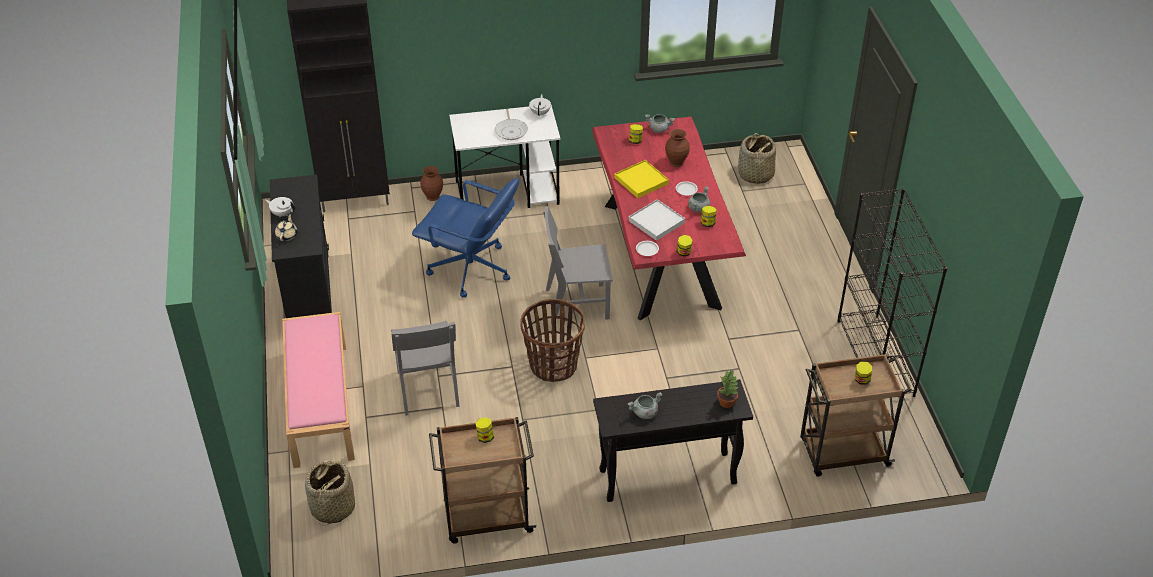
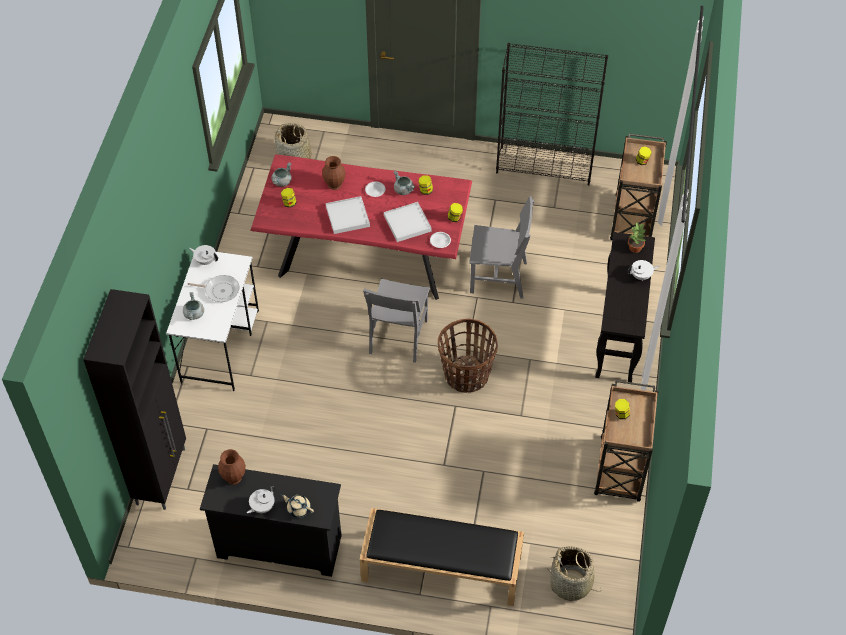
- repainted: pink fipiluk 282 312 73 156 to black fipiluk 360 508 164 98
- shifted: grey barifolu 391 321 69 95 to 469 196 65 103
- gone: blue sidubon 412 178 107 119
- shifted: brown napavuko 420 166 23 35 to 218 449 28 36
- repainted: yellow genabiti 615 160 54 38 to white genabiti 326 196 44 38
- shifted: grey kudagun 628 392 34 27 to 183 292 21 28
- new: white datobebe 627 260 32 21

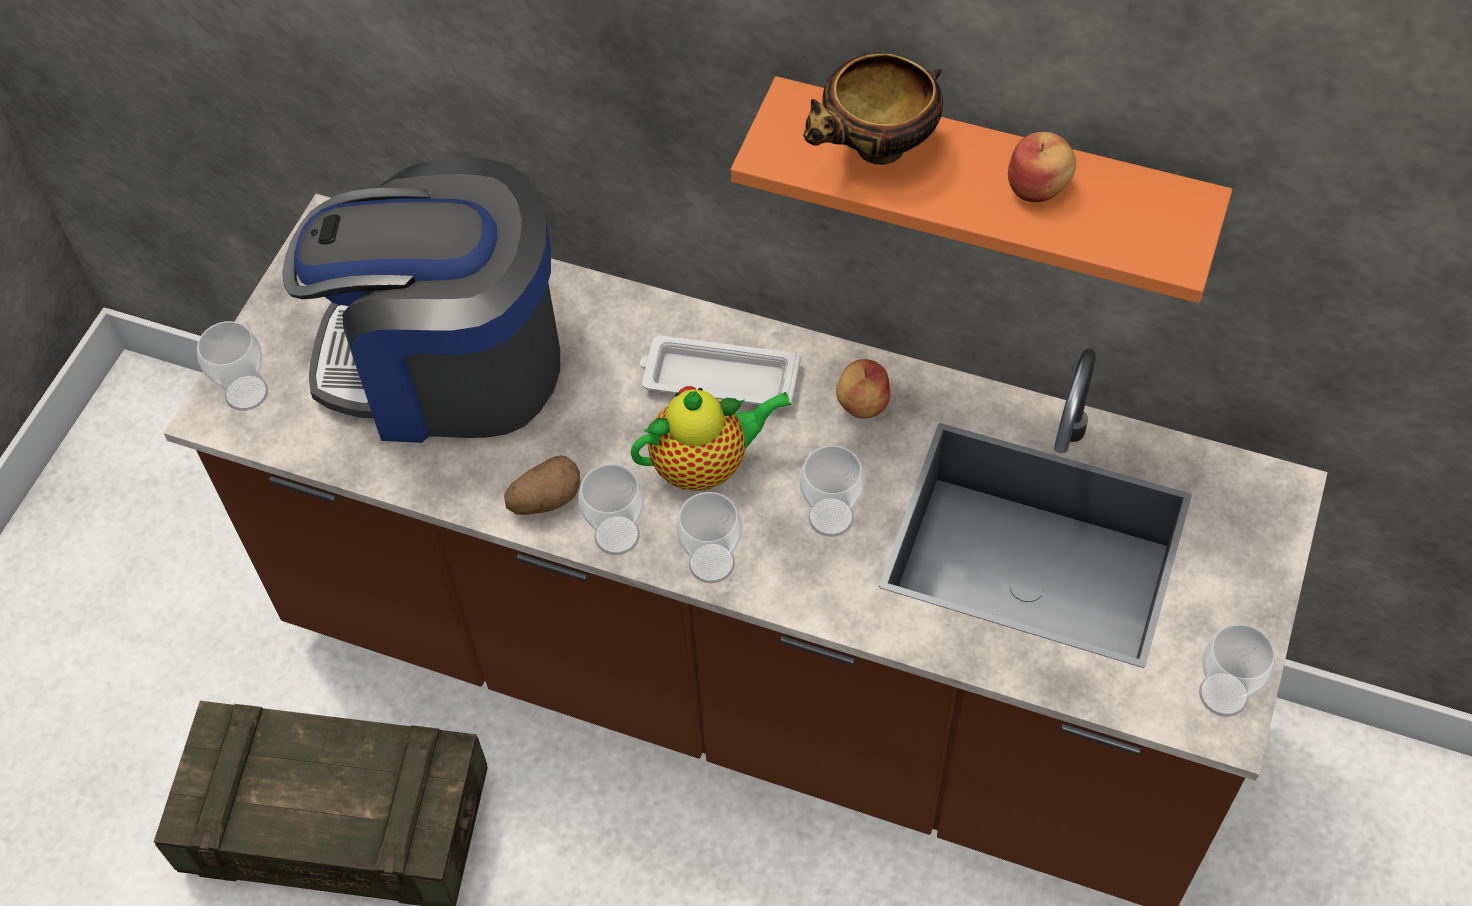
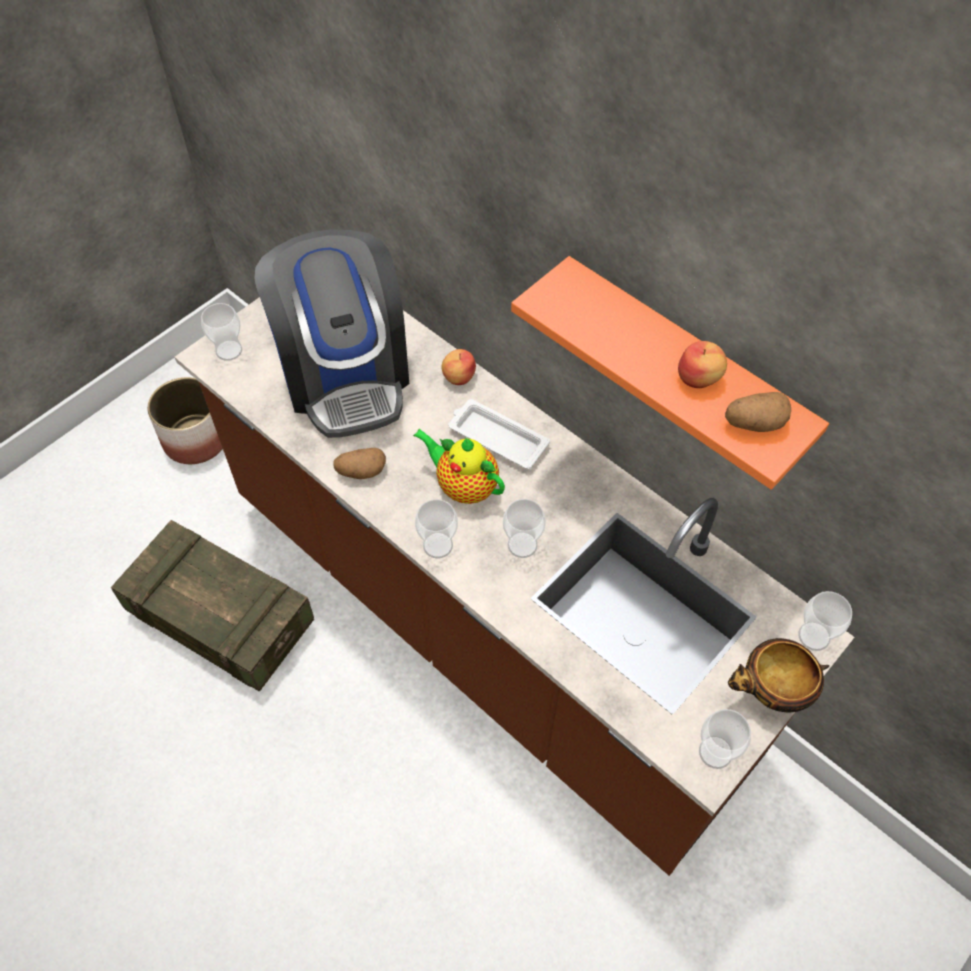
- rotated: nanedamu 282 157 278 286 = 254 229 155 209 135 degrees counterclockwise
- shifted: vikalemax 578 464 66 91 to 798 591 54 60
- rotated: datobebe 631 386 161 105 = 413 429 92 75 150 degrees counterclockwise
- shifted: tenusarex 803 53 140 112 to 728 638 101 74
- shifted: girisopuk 836 359 54 59 to 442 349 34 36
- new: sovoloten 147 377 76 87
- new: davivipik 725 392 66 40

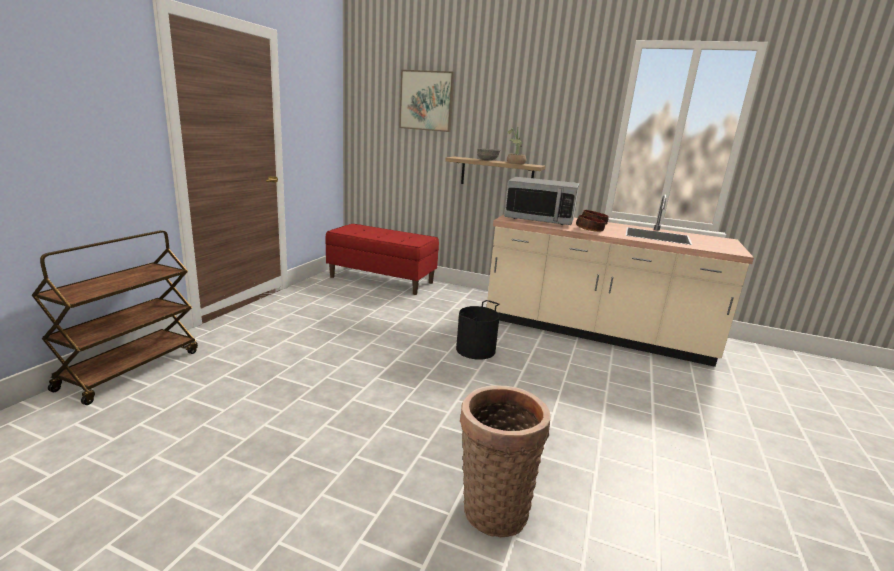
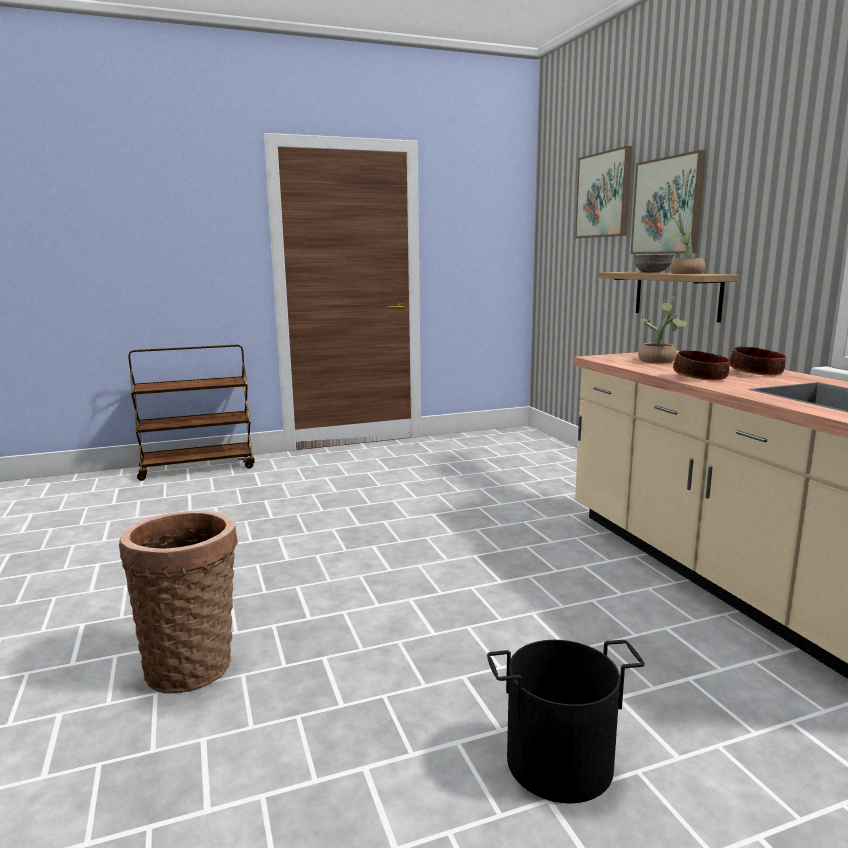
- gone: red fipiluk 325 224 114 71
- shifted: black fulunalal 456 300 44 60 to 487 640 158 163
- swapped: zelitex 504 177 75 48 to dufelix 638 296 50 67
- new: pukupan 631 150 75 104

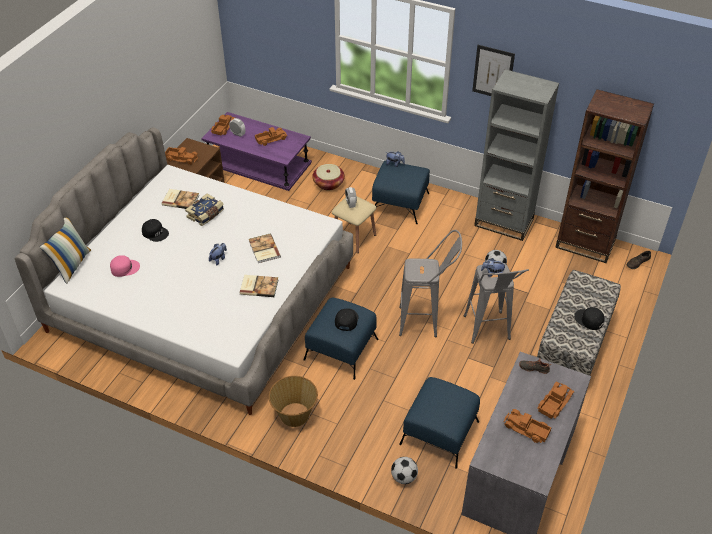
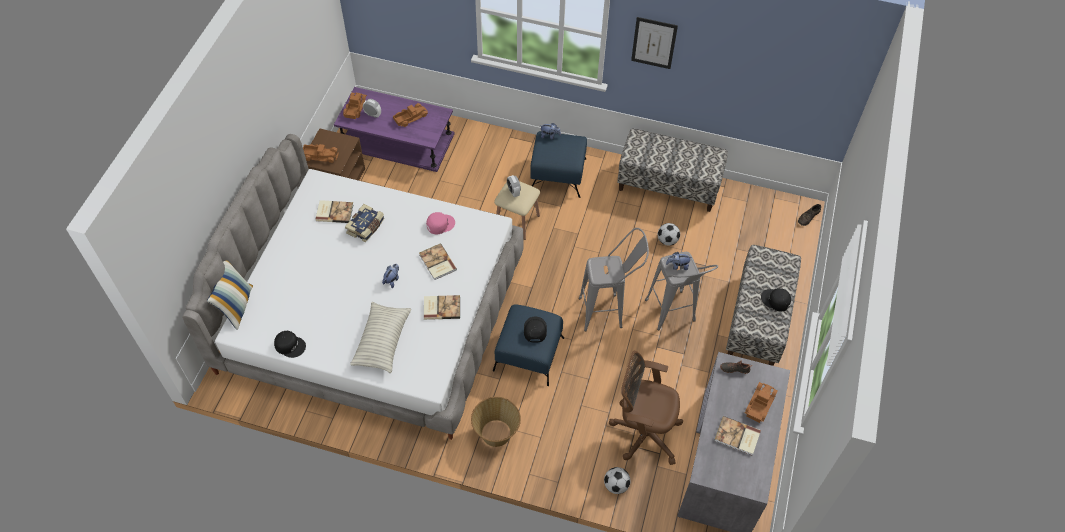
- shifted: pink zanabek 110 255 30 22 to 426 212 29 22
- shifted: black zanabek 142 219 27 23 to 274 331 32 27
- gone: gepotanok 312 164 33 26
- swapped: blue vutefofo 399 377 81 92 to brown sidubon 609 351 74 114
- swapped: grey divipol 474 69 85 172 to fipiluk 617 128 111 84
- swapped: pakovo 504 409 47 34 to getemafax 714 416 47 39
- gone: brown divipol 555 89 99 174
- new: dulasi 350 302 61 71

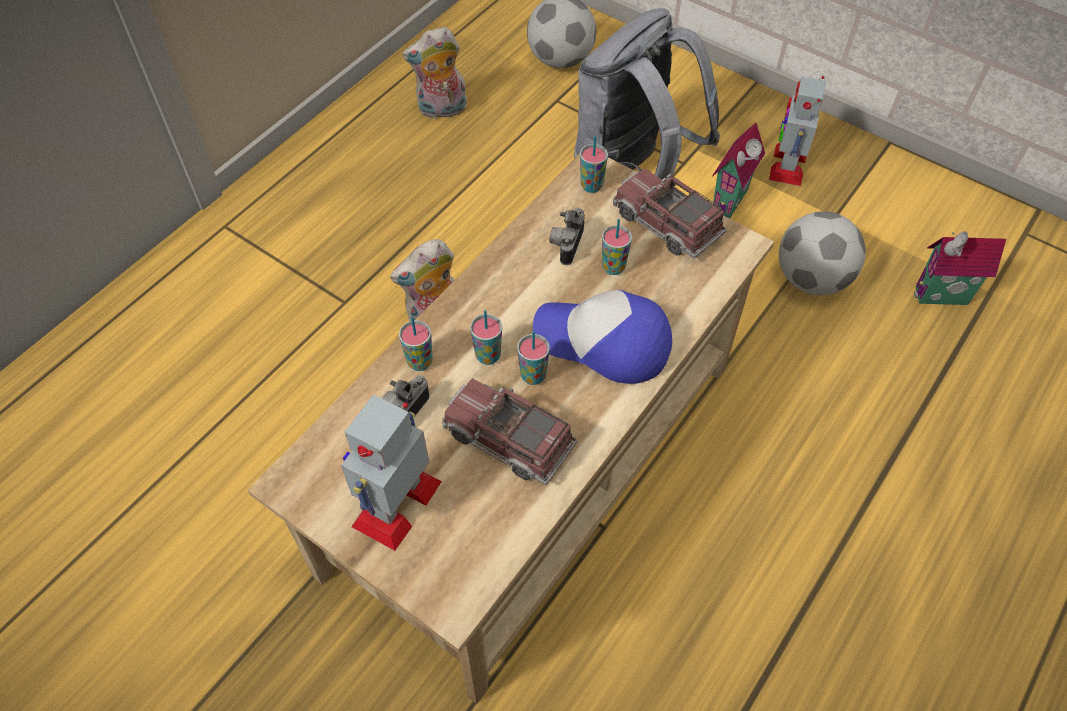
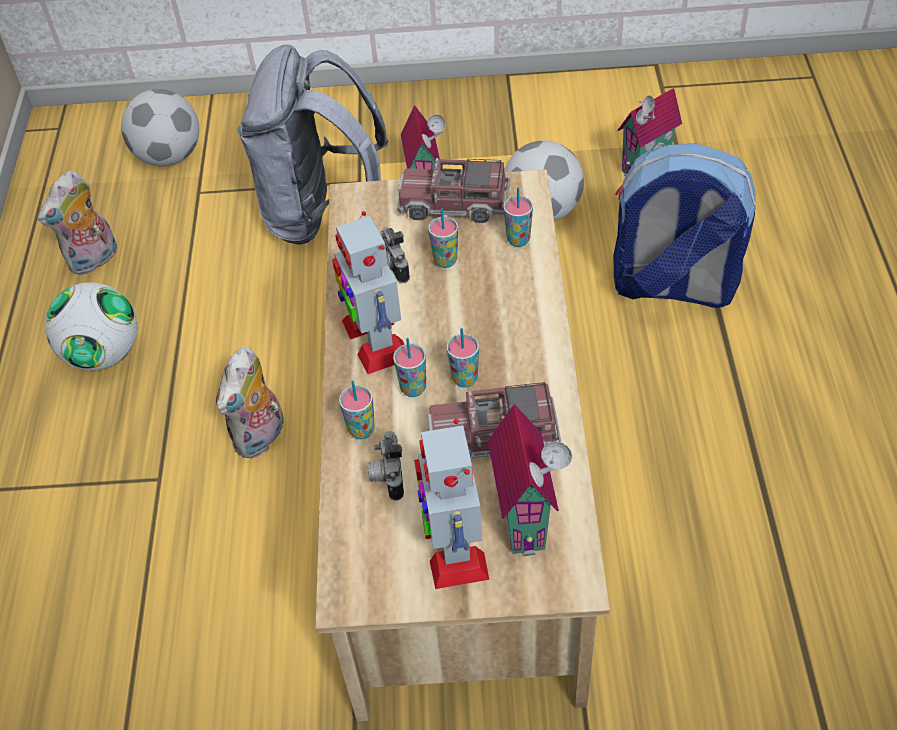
- gone: zanabek 533 290 139 94
- shifted: vikalemax 580 136 28 57 to 503 187 30 60
- shifted: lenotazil 769 76 57 110 to 332 211 72 163
- new: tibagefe 45 282 92 89
- new: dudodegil 488 404 84 152
- new: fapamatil 613 143 143 165

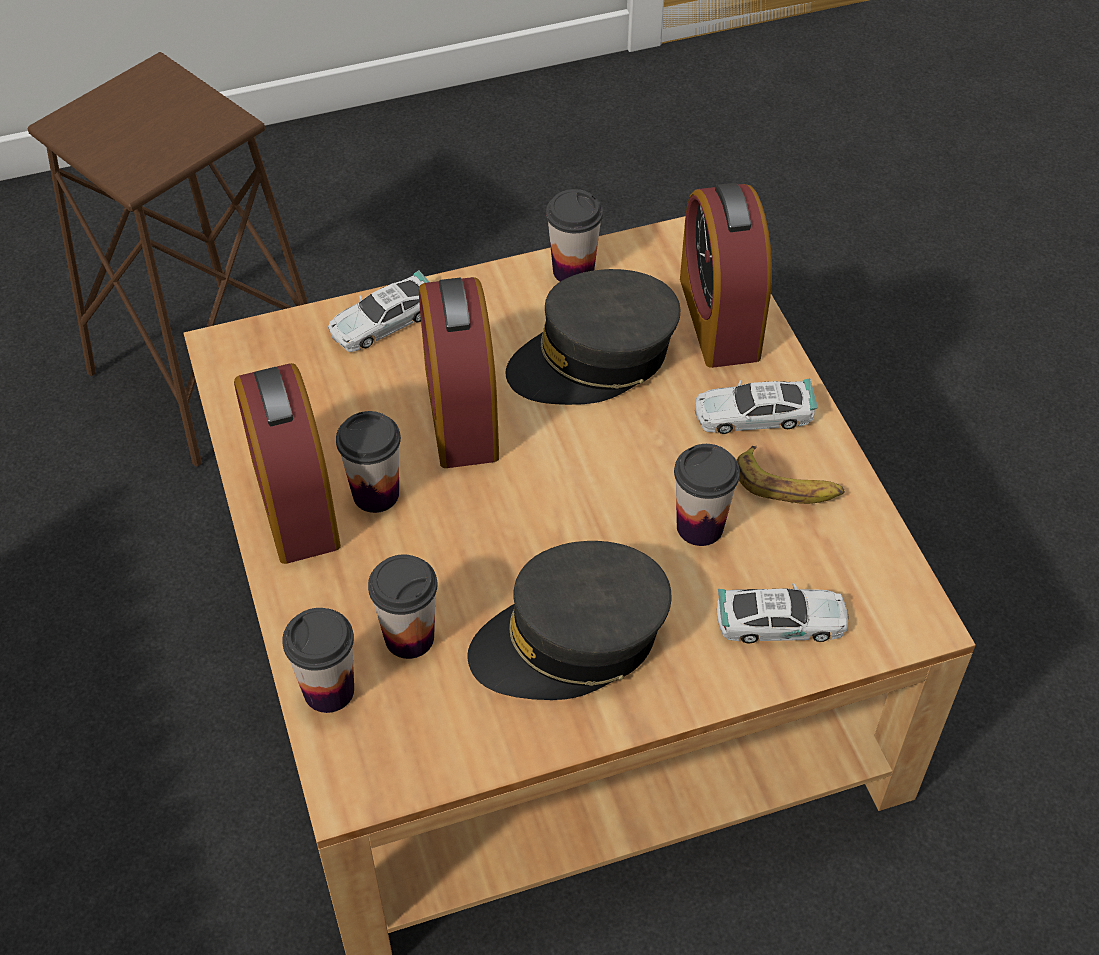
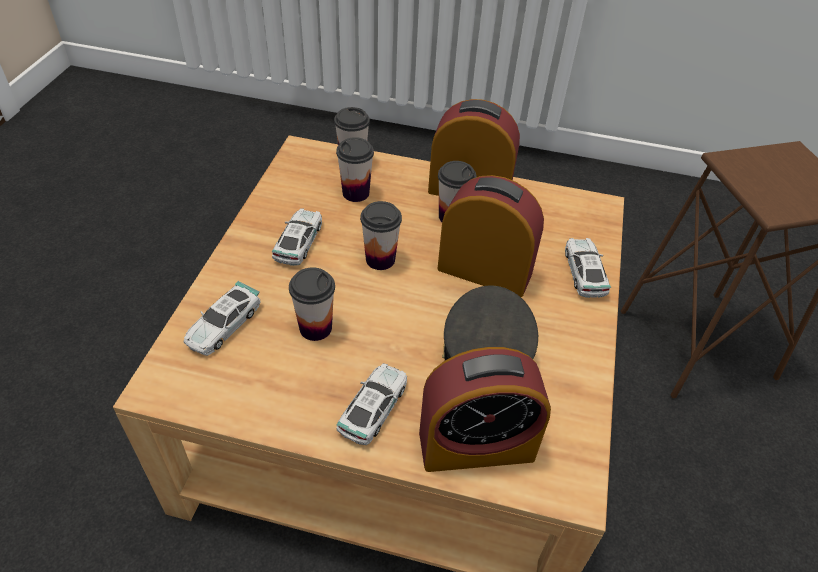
- swapped: grey zanabek 467 541 205 159 to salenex 271 208 51 58
- shifted: vikalemax 546 189 57 93 to 360 201 42 69
- rotated: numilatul 680 183 92 185 = 419 347 132 125 150 degrees clockwise
- gone: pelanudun 736 446 109 58

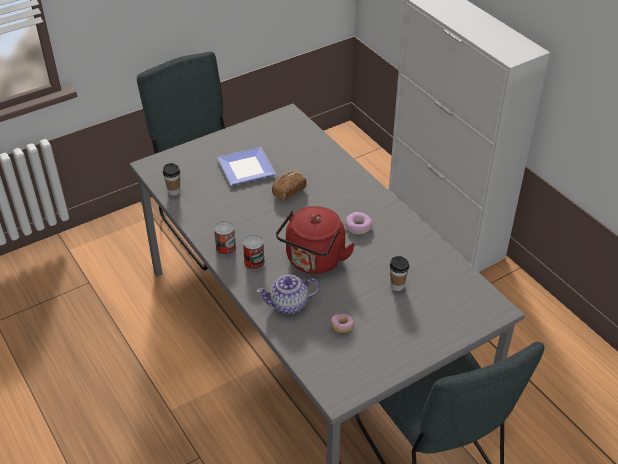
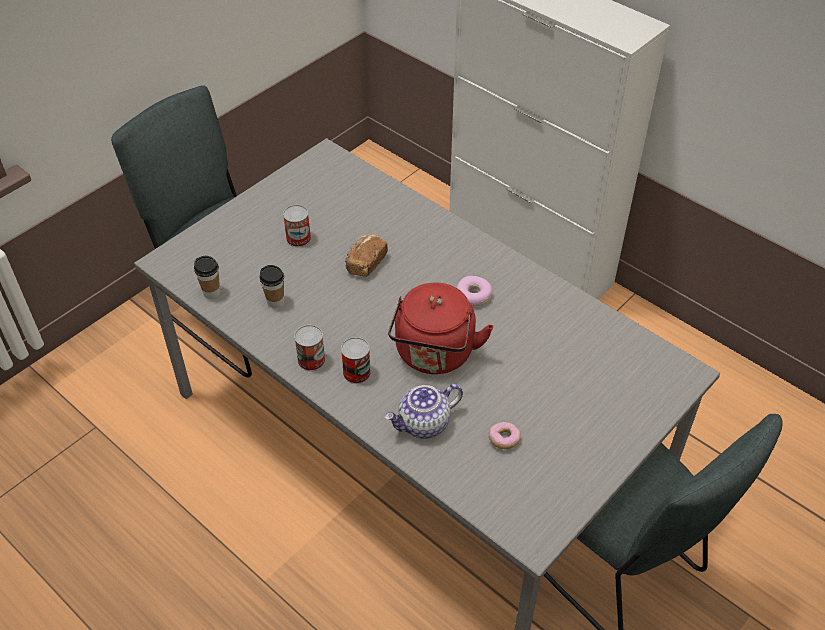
- swapped: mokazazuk 217 147 59 38 to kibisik 283 205 28 42
- shifted: vikalemax 390 256 19 35 to 259 265 25 43

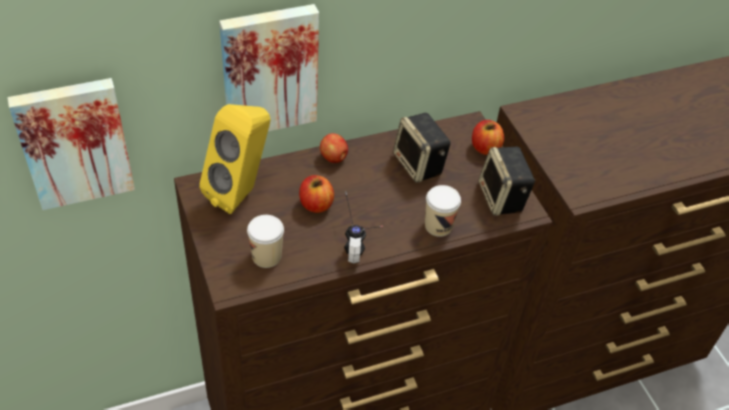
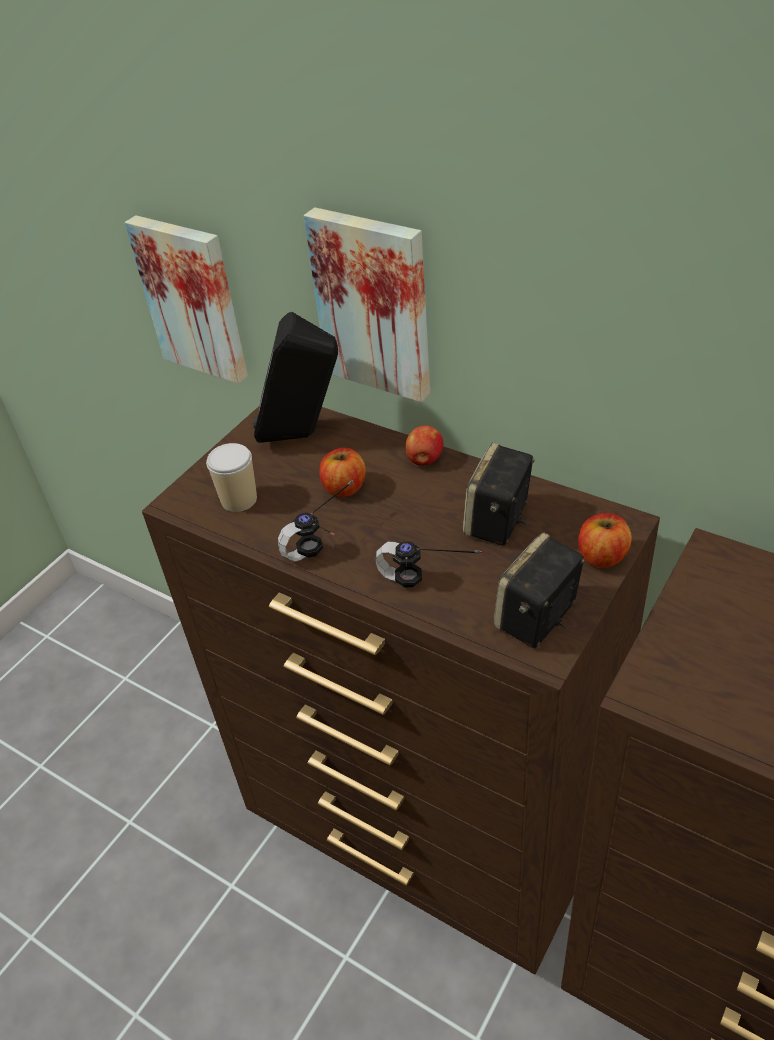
- repainted: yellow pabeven 199 104 71 110 to black pabeven 253 312 85 131
- swapped: vikalemax 425 185 36 52 to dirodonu 376 542 106 46

